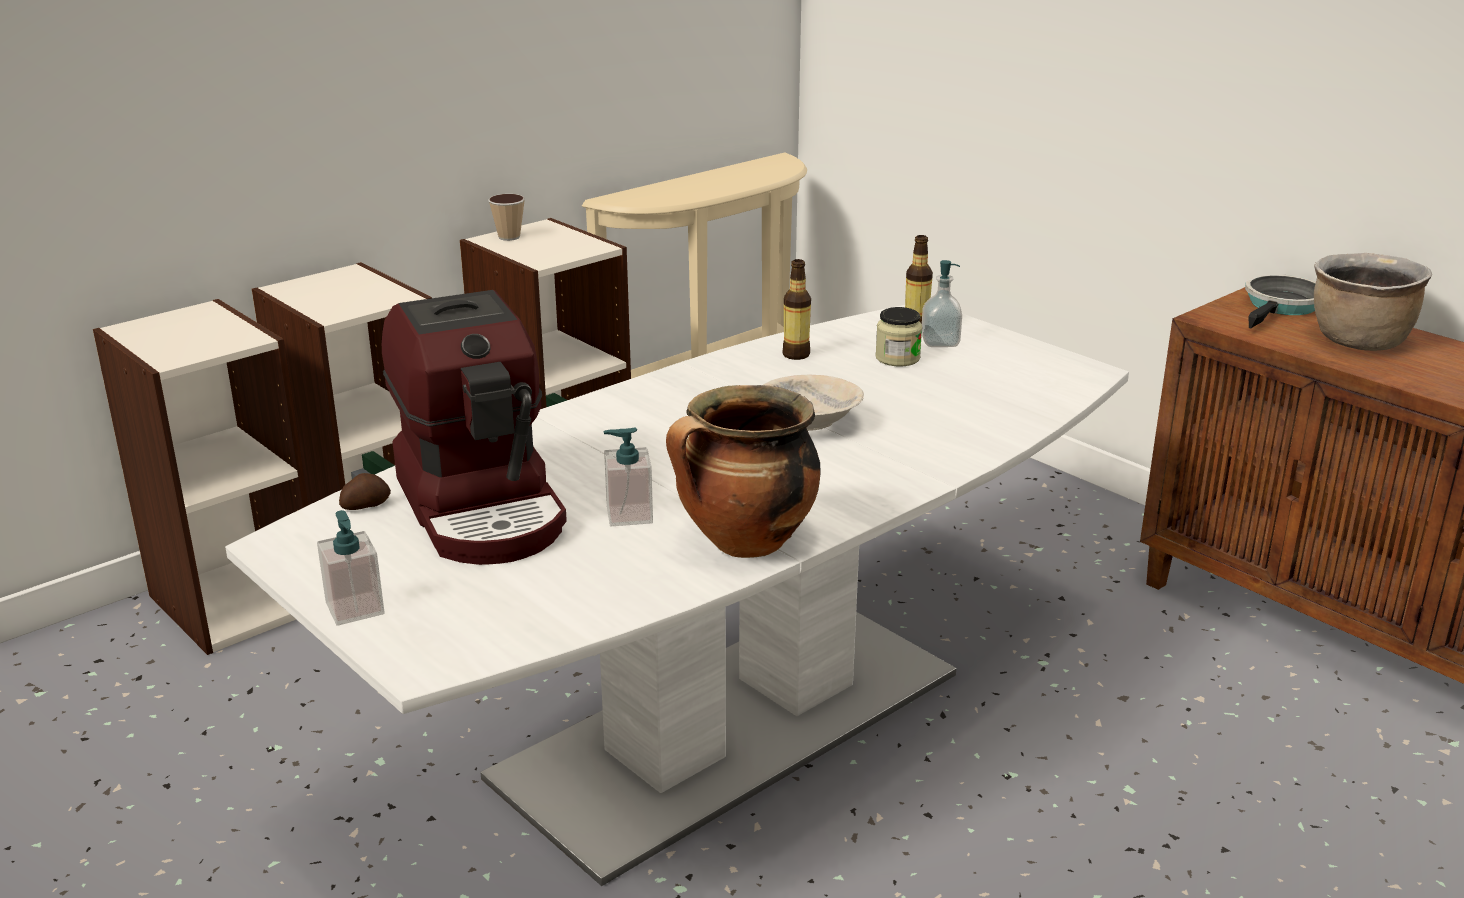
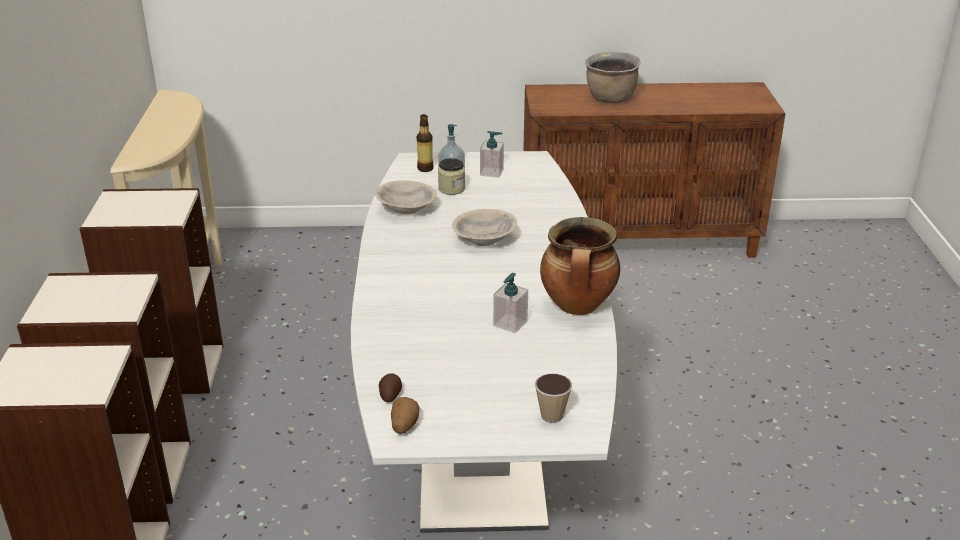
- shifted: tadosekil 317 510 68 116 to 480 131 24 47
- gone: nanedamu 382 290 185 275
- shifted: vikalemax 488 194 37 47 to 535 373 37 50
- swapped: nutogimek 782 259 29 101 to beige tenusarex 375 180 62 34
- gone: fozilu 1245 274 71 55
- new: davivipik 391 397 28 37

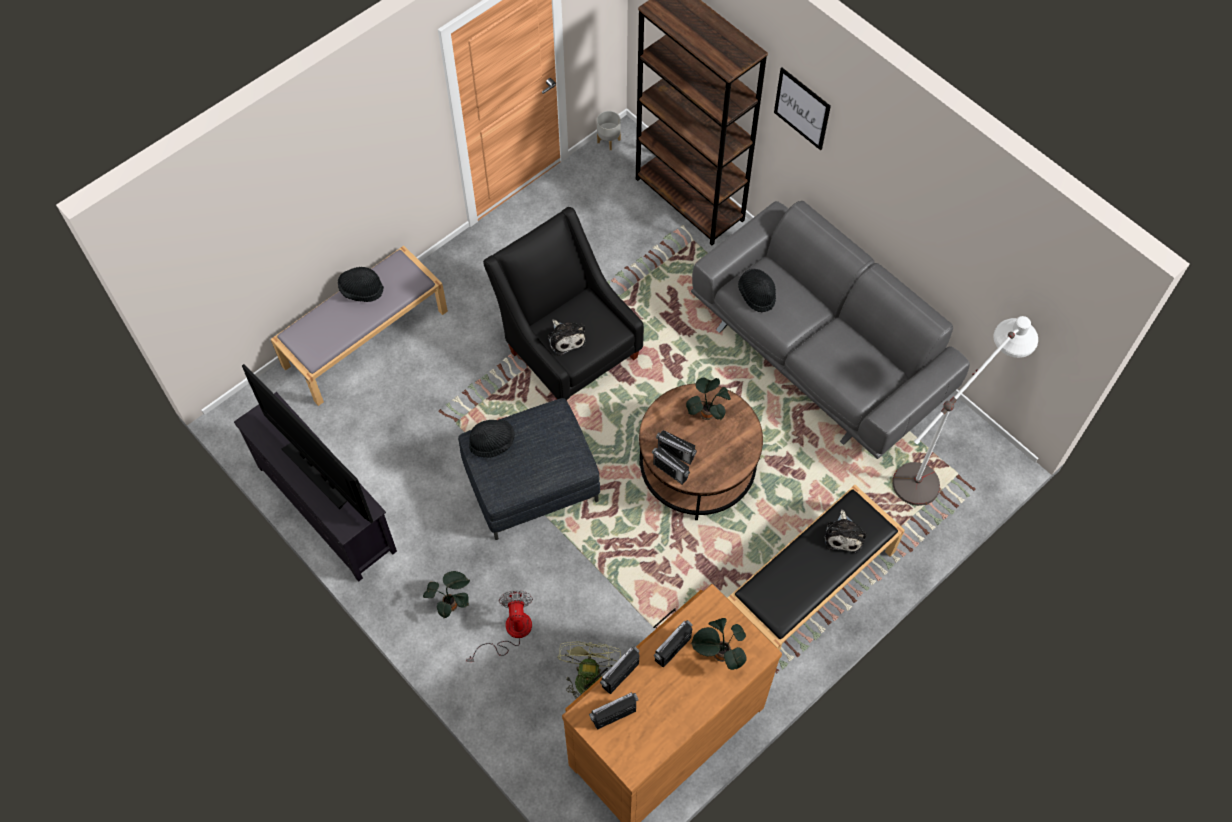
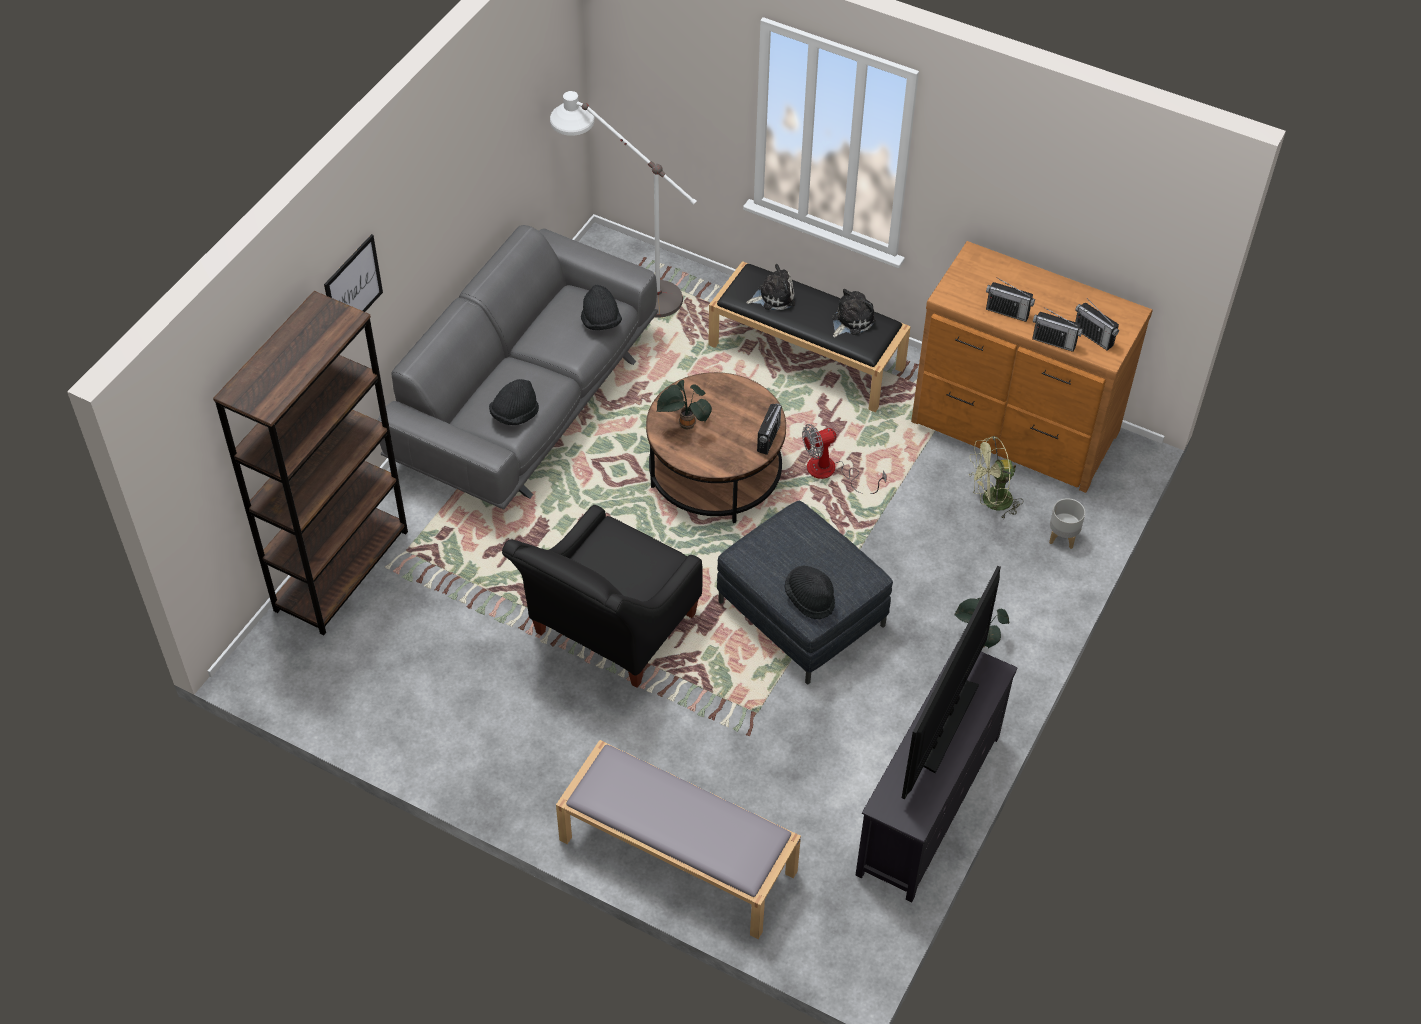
- shifted: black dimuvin 338 267 46 35 to 581 285 41 45
- shifted: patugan 466 590 67 72 to 802 424 85 70
- shifted: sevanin 548 319 38 37 to 832 289 44 48
- shifted: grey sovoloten 597 111 24 39 to 1049 498 36 51
- gone: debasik 656 430 41 34
- gone: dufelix 691 618 56 52

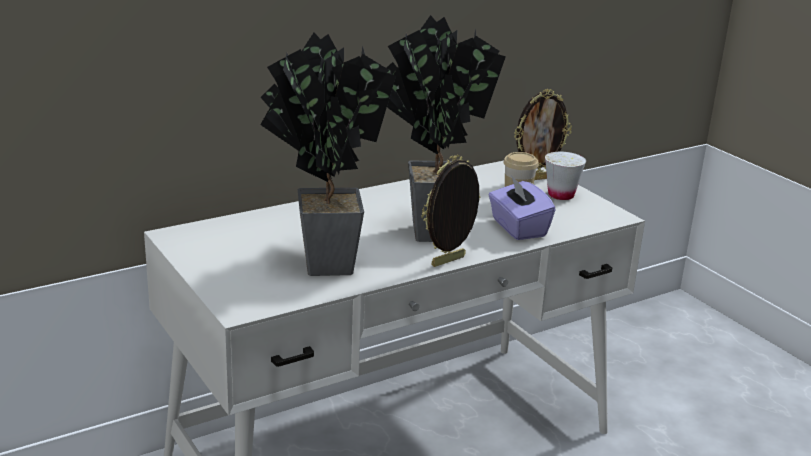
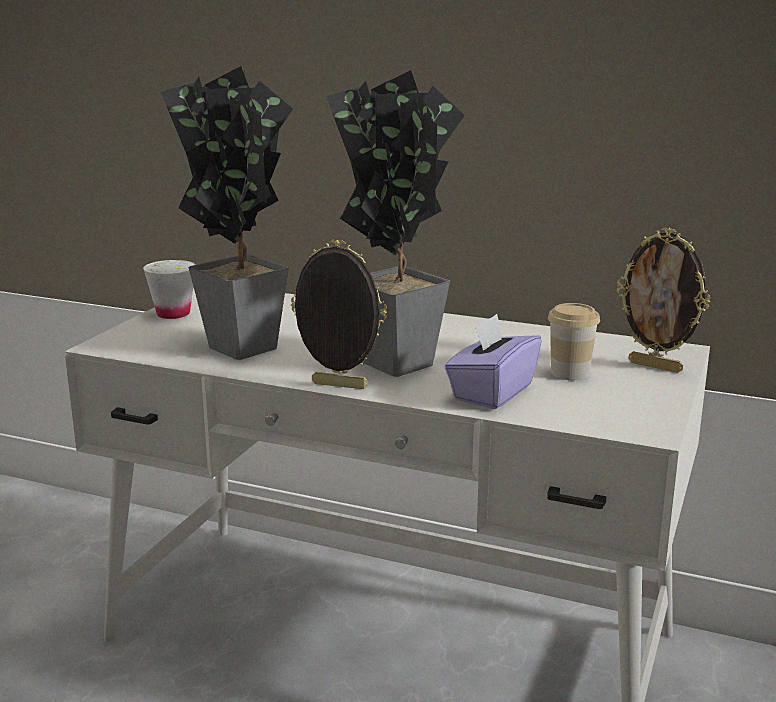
- shifted: white vikalemax 545 152 41 48 to 143 260 53 59

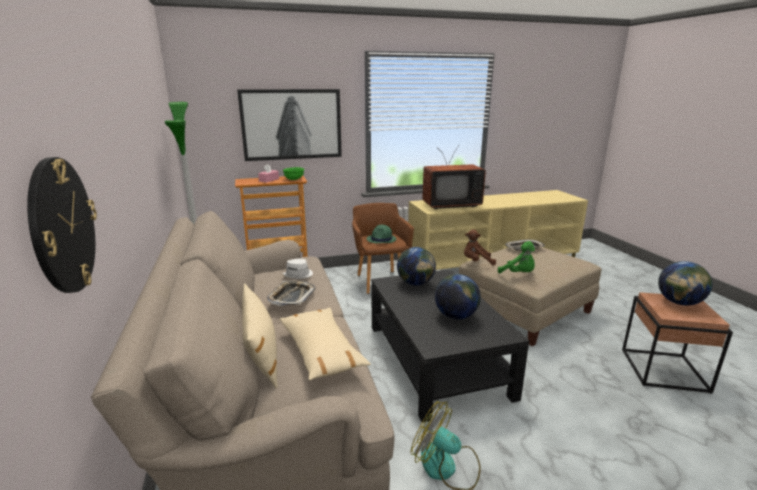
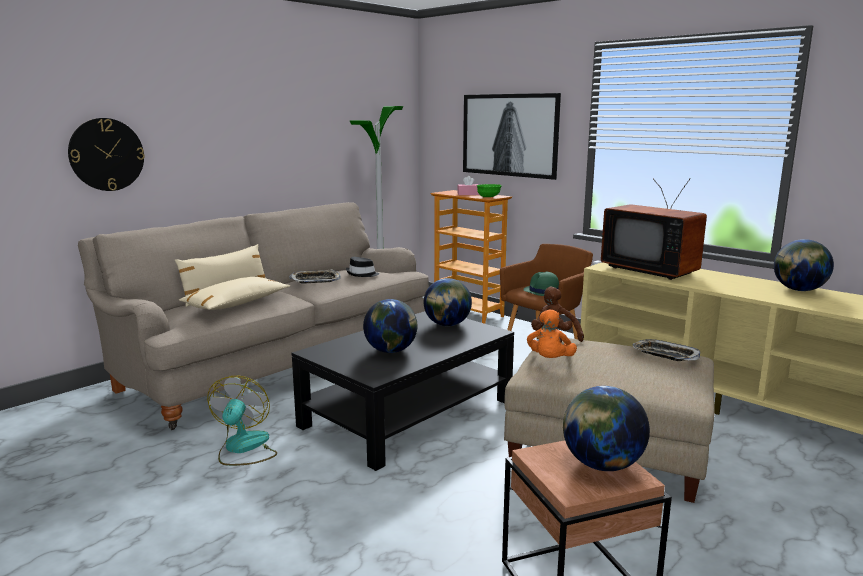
- repainted: white dimuvin 283 259 30 20 to black dimuvin 346 257 33 20
- repainted: green sevanin 498 241 37 32 to orange sevanin 527 310 50 48
- new: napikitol 774 239 60 52

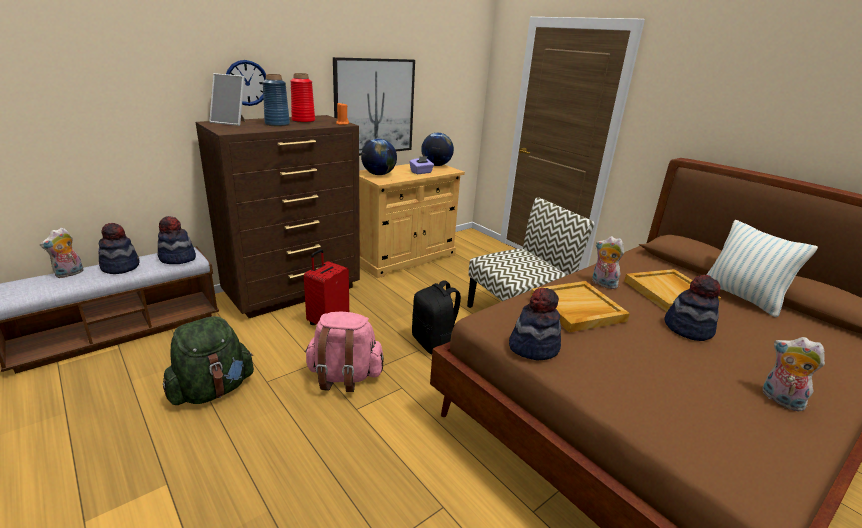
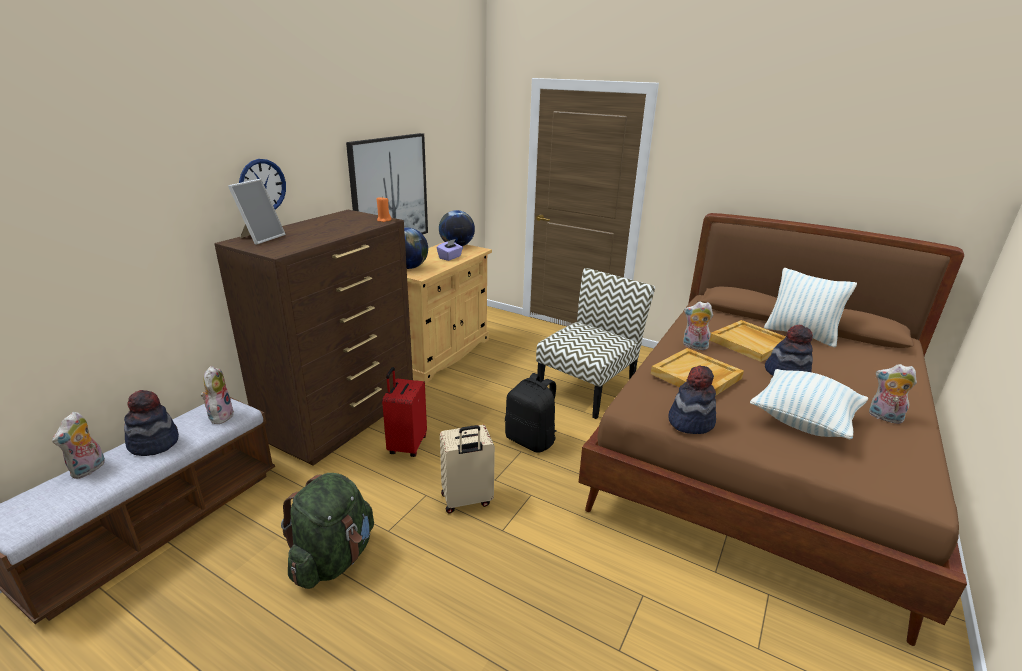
- swapped: dimuvin 157 216 39 48 to sevanin 201 366 33 58
- rotated: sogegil 209 73 36 53 = 228 179 57 66 60 degrees counterclockwise
- gone: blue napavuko 262 74 28 53
- gone: red napavuko 291 73 24 50
- swapped: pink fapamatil 305 311 79 81 to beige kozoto 440 425 55 88
- new: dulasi 750 369 118 70

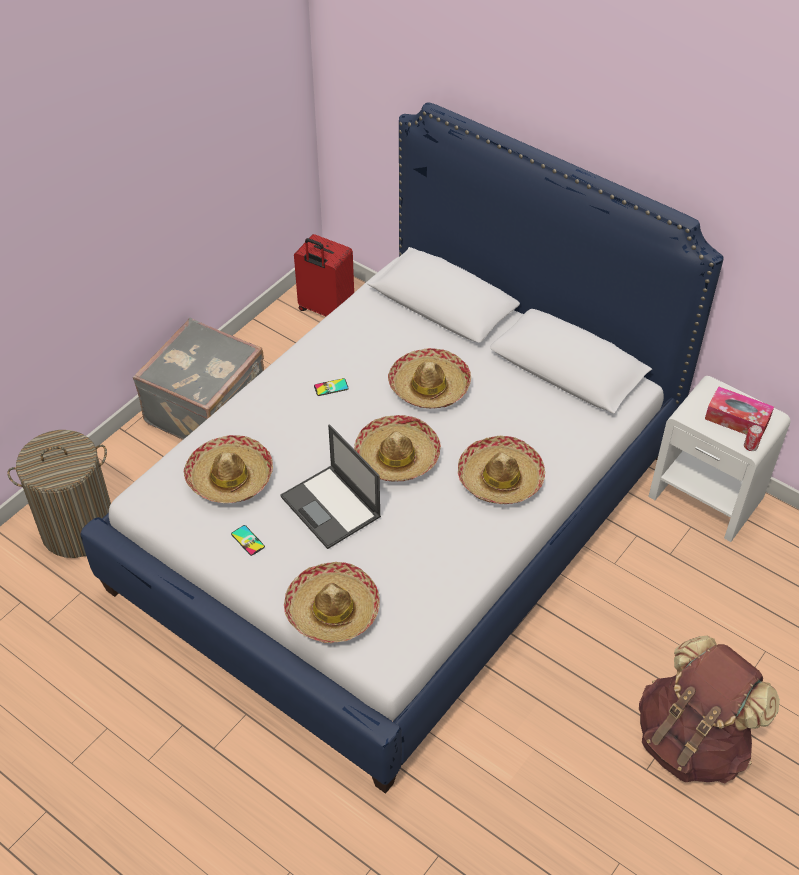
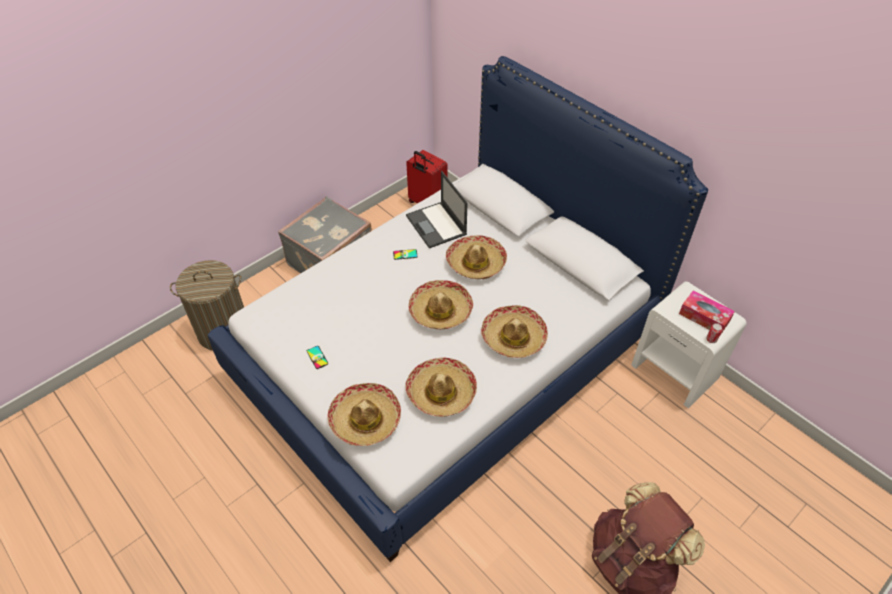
- shifted: dimuvin 184 435 89 68 to 406 357 71 60
- shifted: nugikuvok 280 424 101 125 to 406 171 62 77

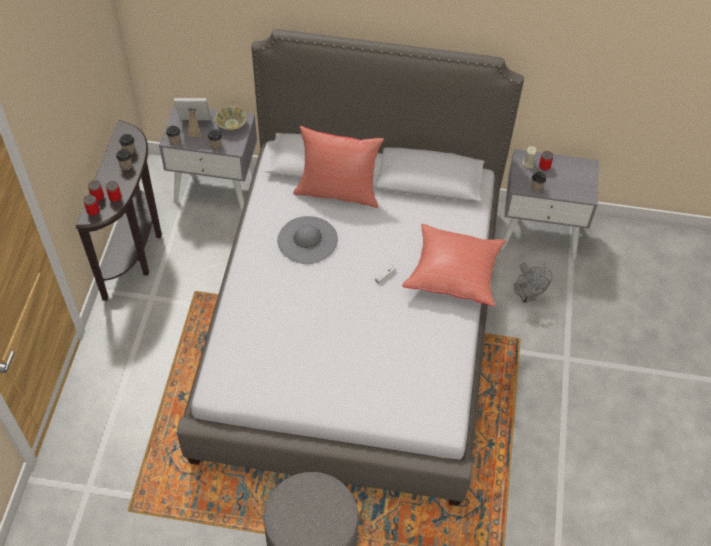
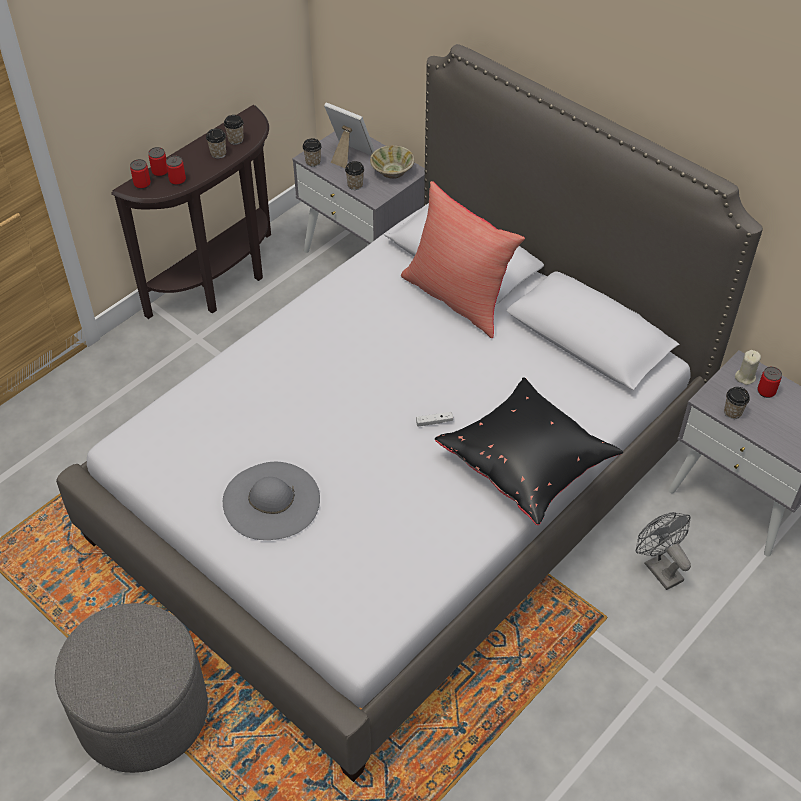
- shifted: grey dimuvin 277 216 61 48 to 223 462 97 78
- repainted: red dulasi 402 224 104 82 to black dulasi 435 378 188 147
- rotated: grey patugan 514 263 38 40 = 635 512 56 78 135 degrees clockwise

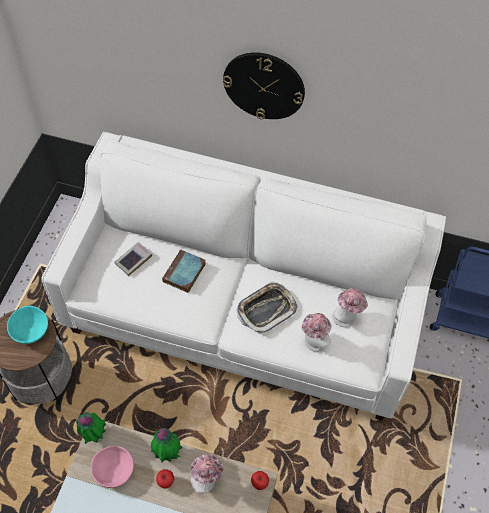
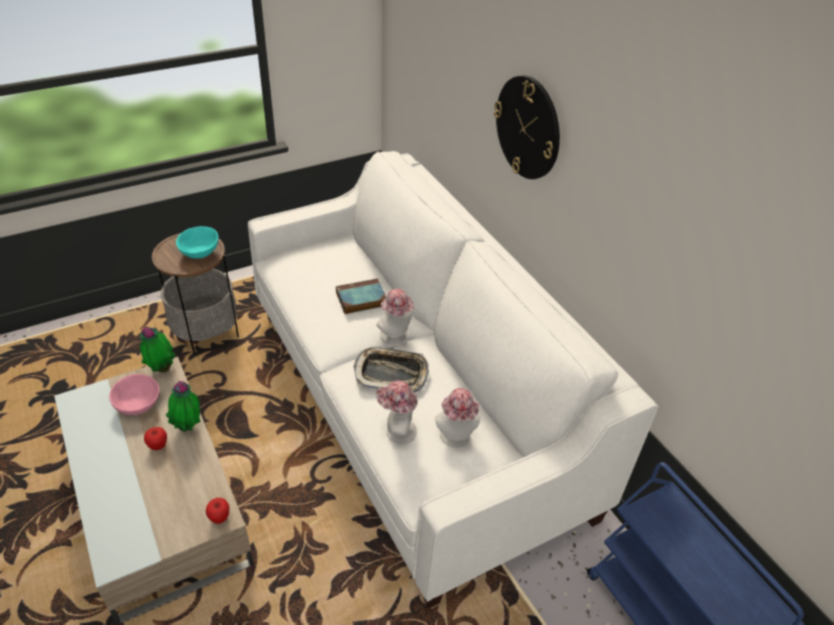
- gone: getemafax 115 242 37 34
- shifted: dimuvin 190 454 34 39 to 377 289 37 56

